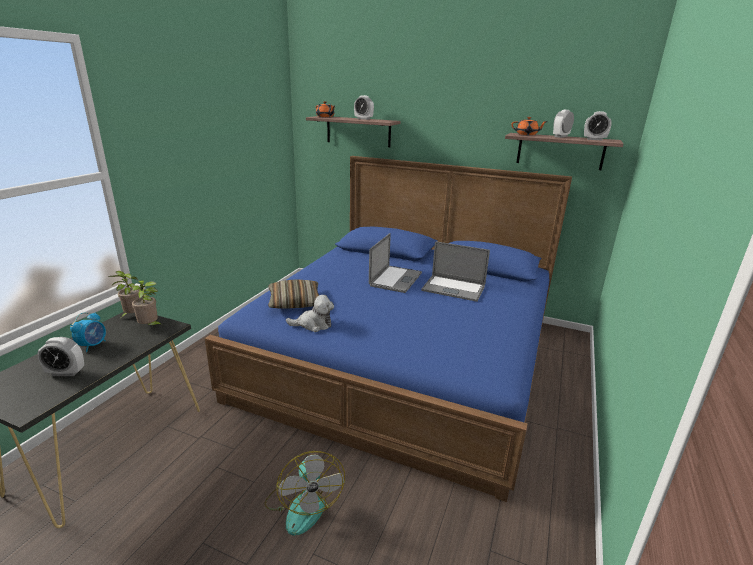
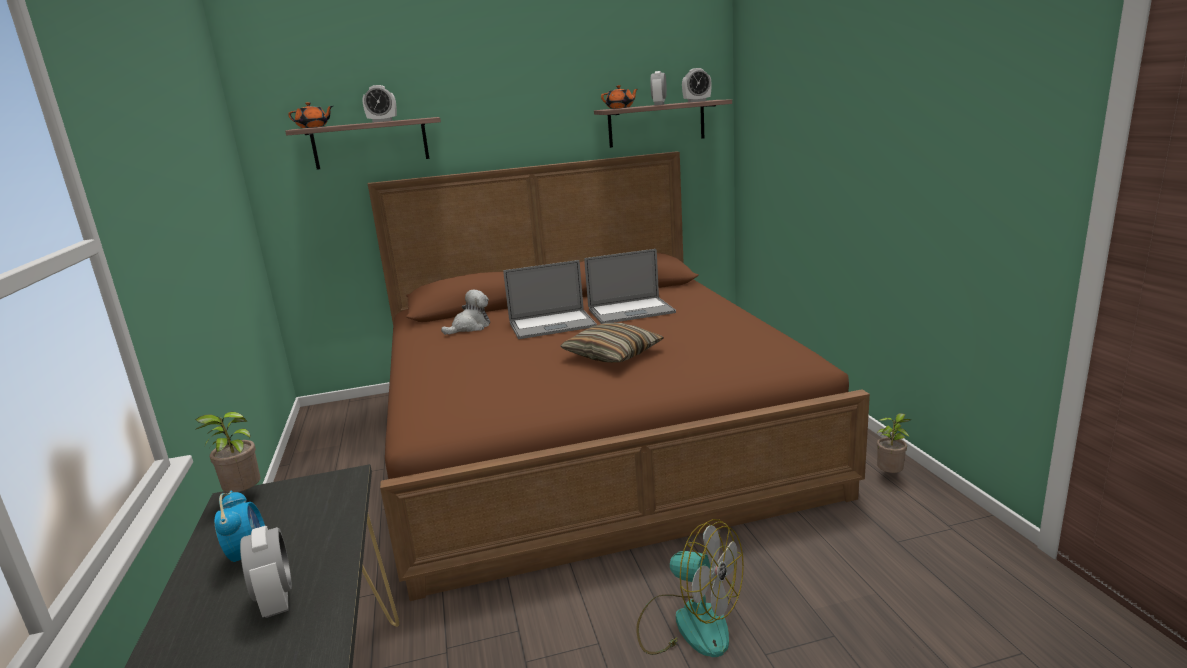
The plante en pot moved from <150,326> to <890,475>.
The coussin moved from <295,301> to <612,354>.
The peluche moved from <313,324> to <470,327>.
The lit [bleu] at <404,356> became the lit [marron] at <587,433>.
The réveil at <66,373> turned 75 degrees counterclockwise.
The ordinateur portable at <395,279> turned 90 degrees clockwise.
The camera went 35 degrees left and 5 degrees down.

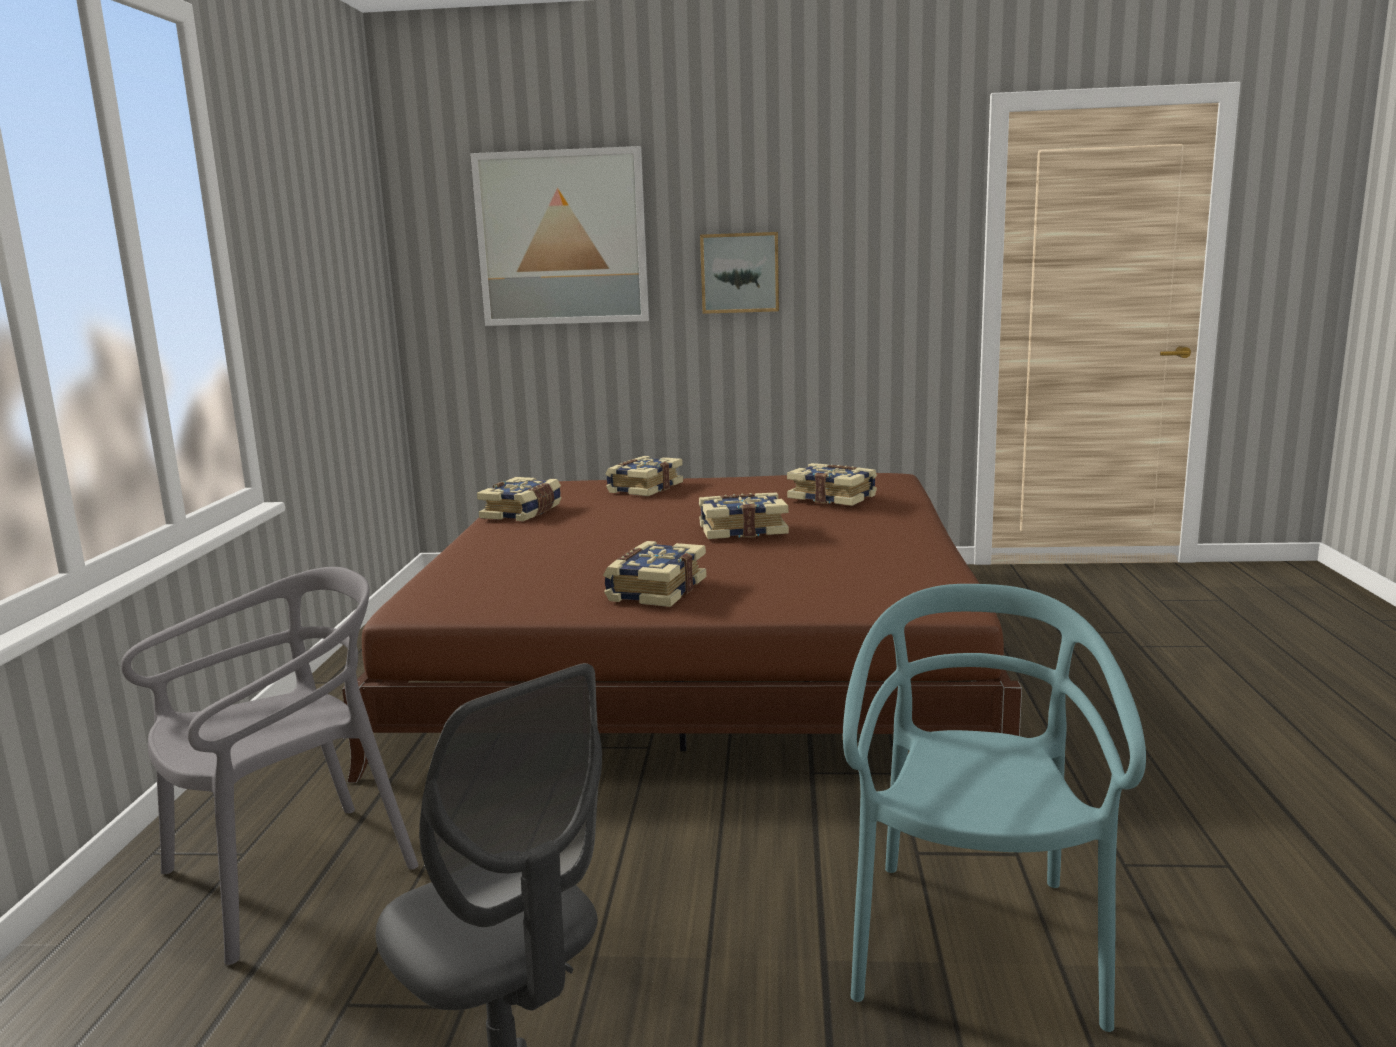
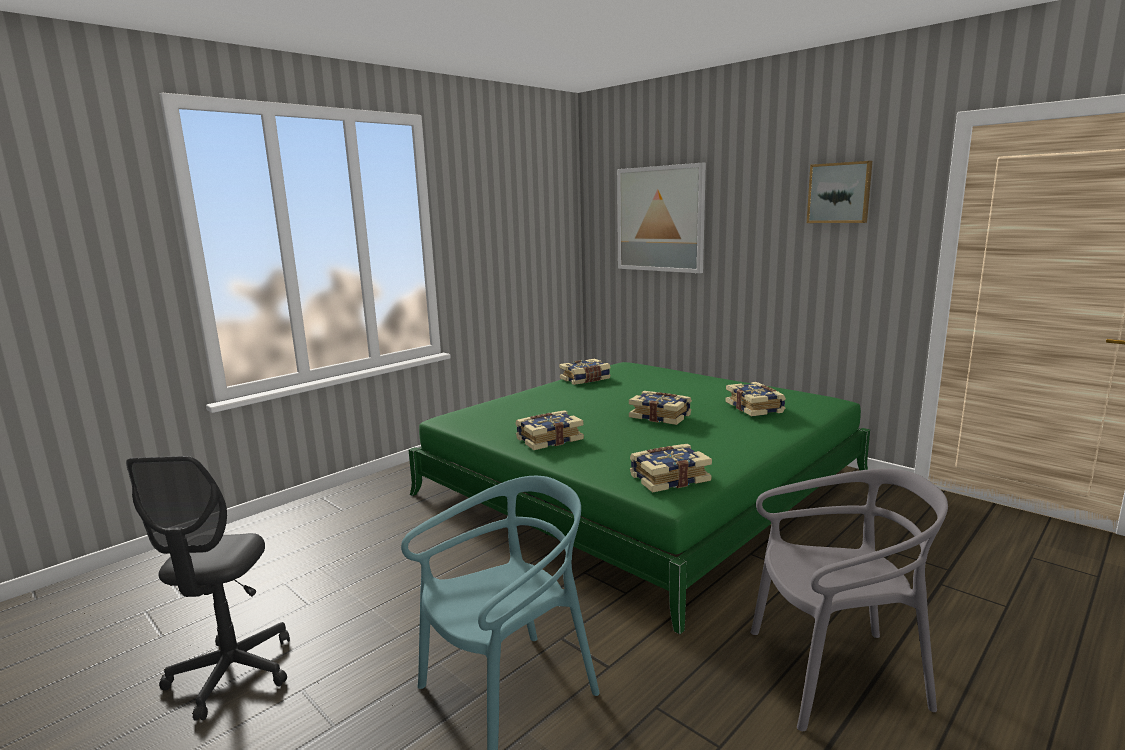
The chaise [gris] moved from <289,876> to <835,674>.
The livre moved from <644,488> to <668,478>.
The tableau moved from <740,272> to <839,193>.
The lit [marron] at <700,651> became the lit [vert] at <640,484>.
The camera went 40 degrees right and 0 degrees up.

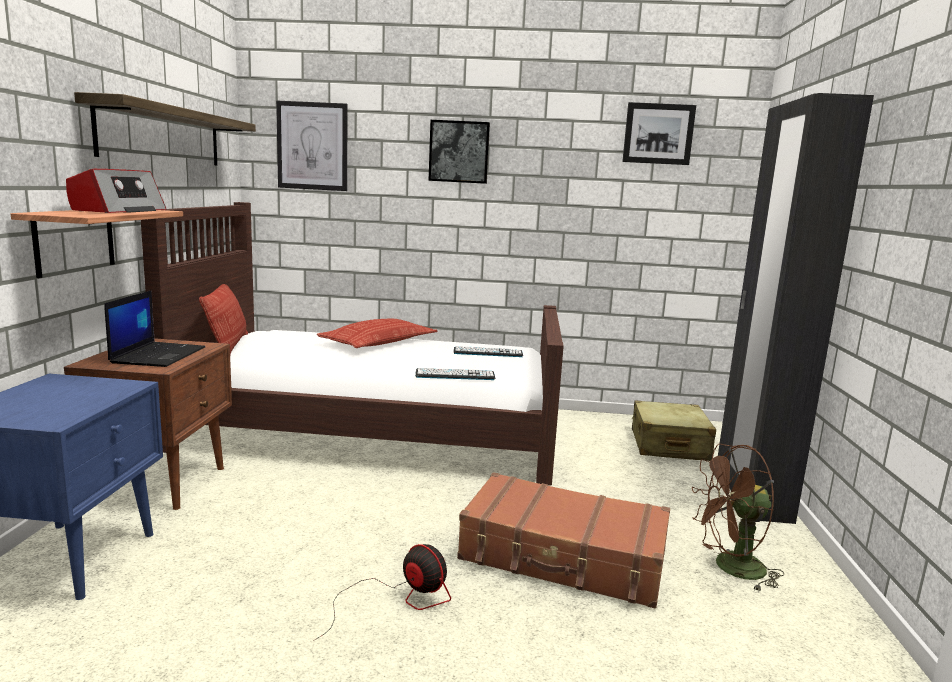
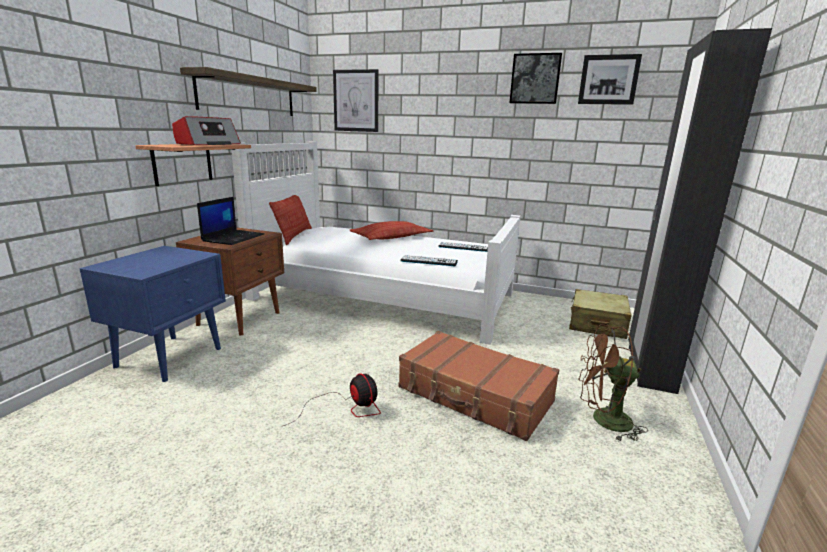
The tableau moved from <459,152> to <535,79>.
The lit [marron] at <373,430> became the lit [blanc] at <383,296>.
The camera went 15 degrees right and 5 degrees up.

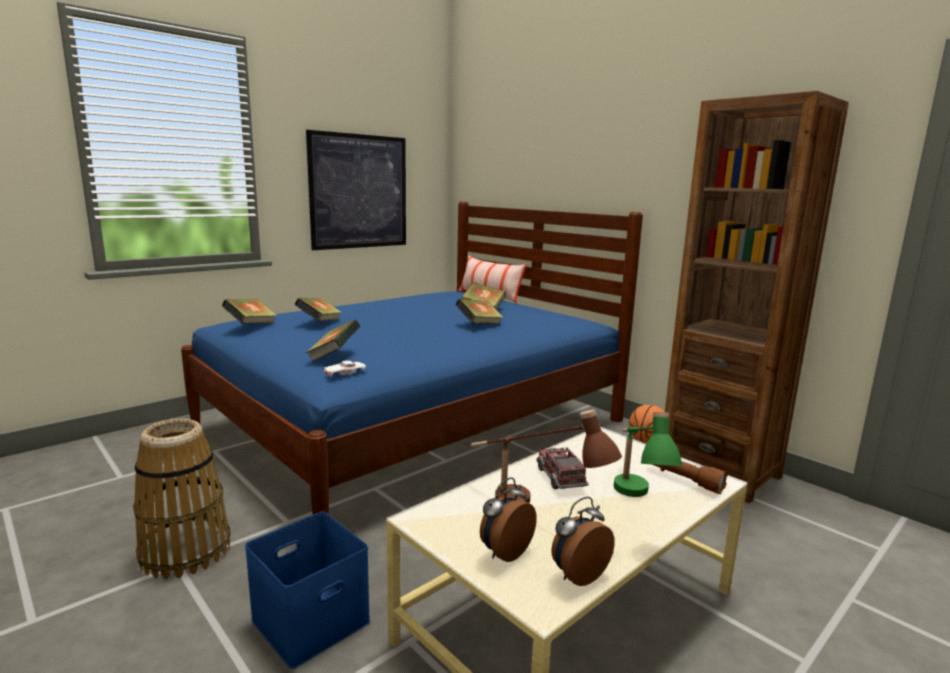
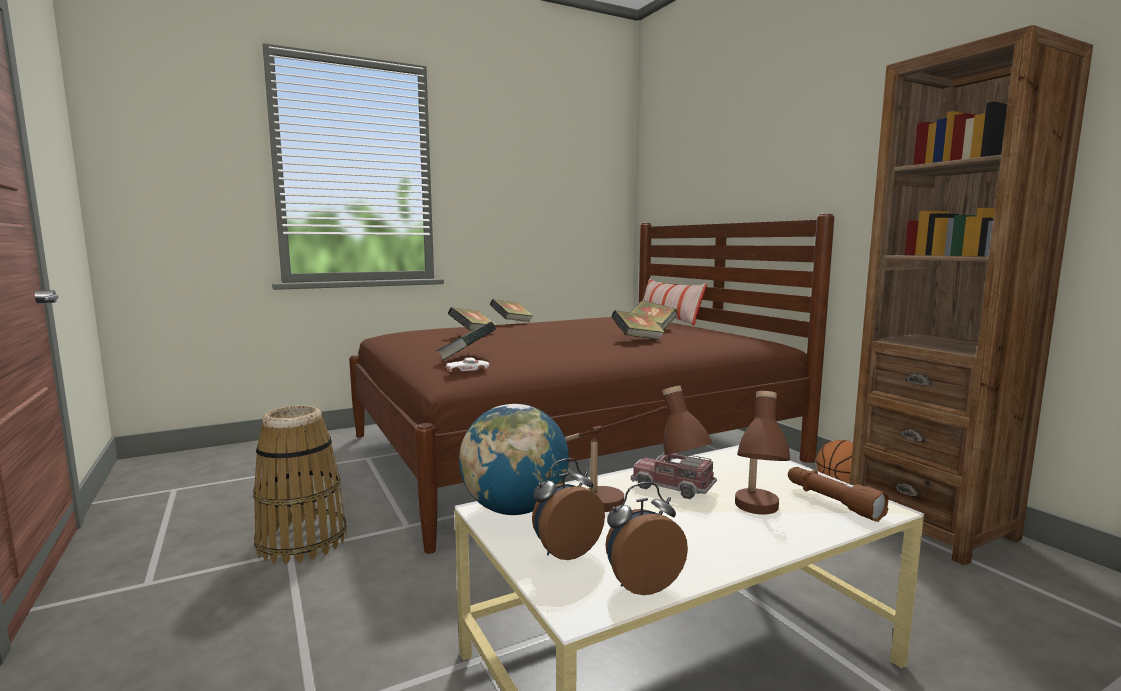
The boîte de rangement [bleu] at <311,618> disappeared.
The tableau at <359,192> disappeared.
The globe at <515,509> appeared.
The livre moved from <251,325> to <512,323>.
The lit [bleu] at <414,423> became the lit [marron] at <571,448>.
The lampe de table [vert] at <636,501> became the lampe de table [marron] at <756,519>.
The camion jouet at <560,477> turned 60 degrees counterclockwise.
The camera went 15 degrees right and 5 degrees down.

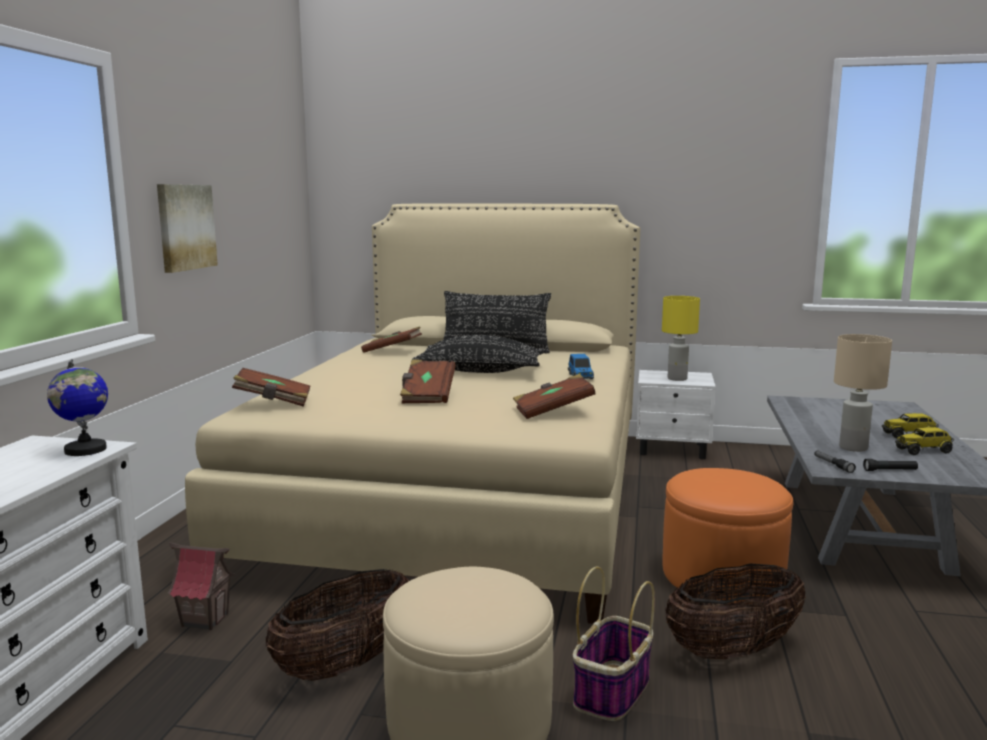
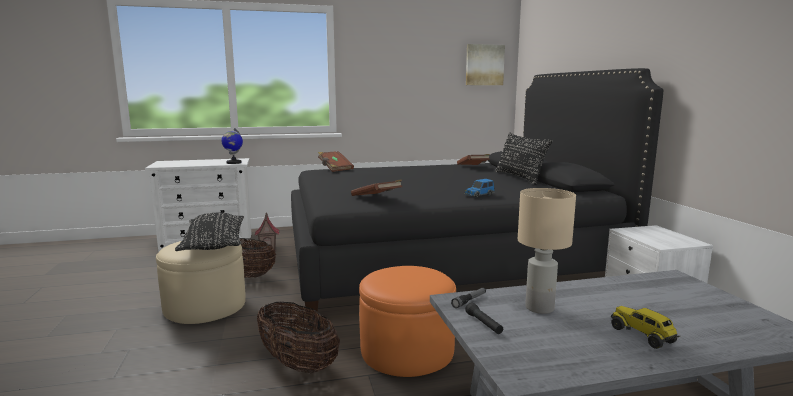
The livre [marron] at <427,396> disappeared.
The panier at <612,692> disappeared.
The lampe de table [jaune] at <677,378> disappeared.
The camion jouet at <923,451> disappeared.
The tableau moved from <185,227> to <484,65>.
The coussin [noir] moved from <480,371> to <214,244>.
The lit [beige] at <460,495> became the lit [noir] at <445,260>.
The camera went 65 degrees right and 0 degrees up.

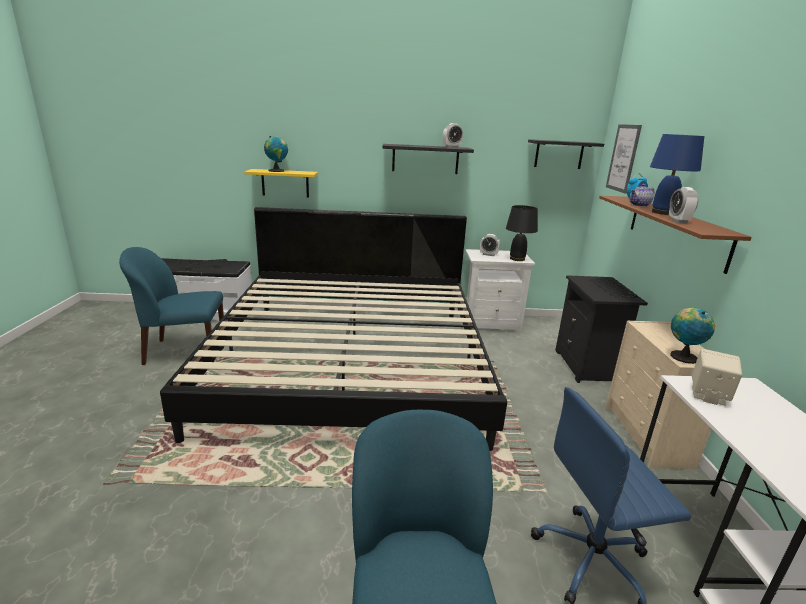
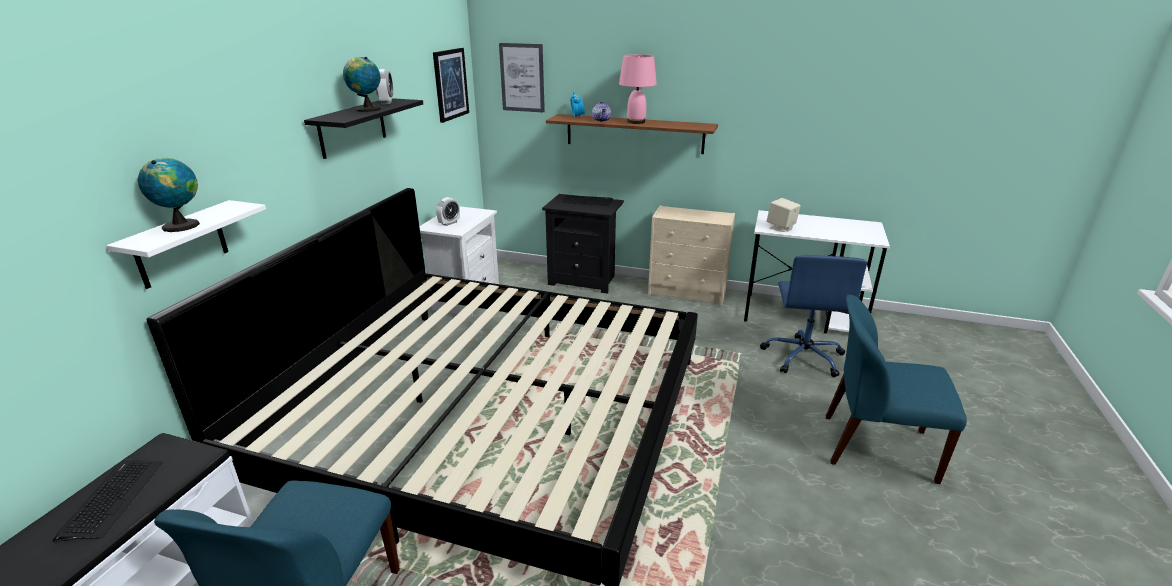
The lampe de table [noir] at <517,259> disappeared.
The réveil at <678,221> disappeared.
The globe moved from <682,356> to <366,109>.
The étagère [noir] at <559,154> was replaced by the tableau at <450,84>.
The étagère [jaune] at <285,183> became the étagère [blanc] at <181,245>.
The lampe de table [bleu] at <663,213> became the lampe de table [rose] at <636,122>.
The camera went 70 degrees left and 5 degrees up.

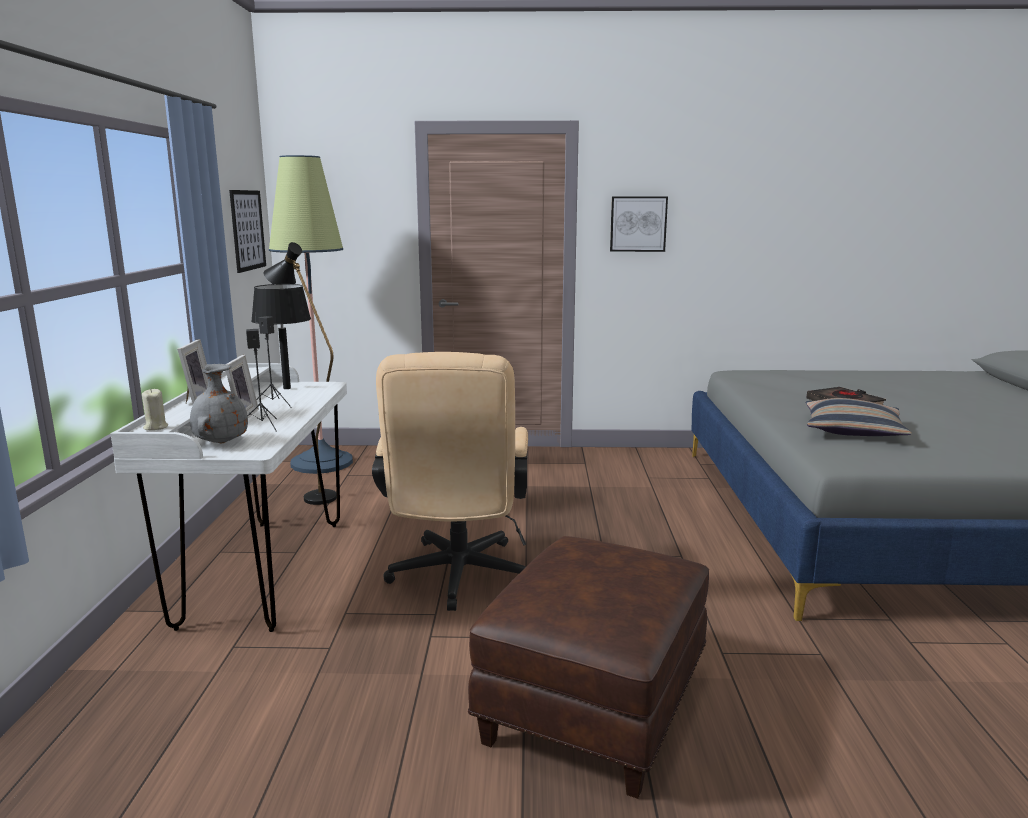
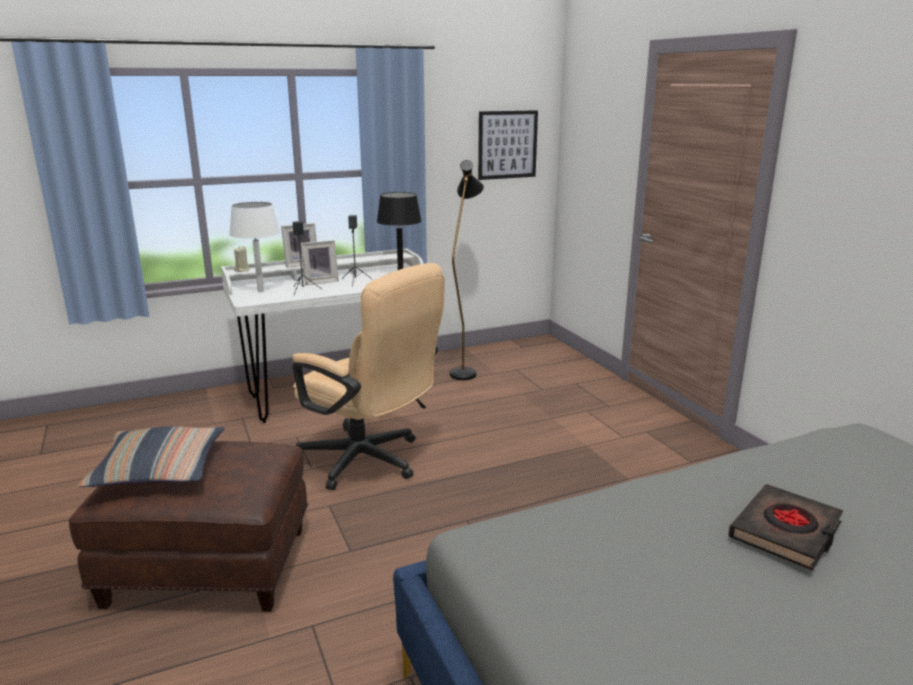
The lampadaire at <322,463> disappeared.
The tableau at <638,224> disappeared.
The coussin moved from <852,430> to <159,470>.
The vase [gris] at <220,443> was replaced by the lampe de table [blanc] at <260,291>.
The chaise de bureau [beige] at <457,579> turned 120 degrees counterclockwise.
The camera went 65 degrees right and 5 degrees up.

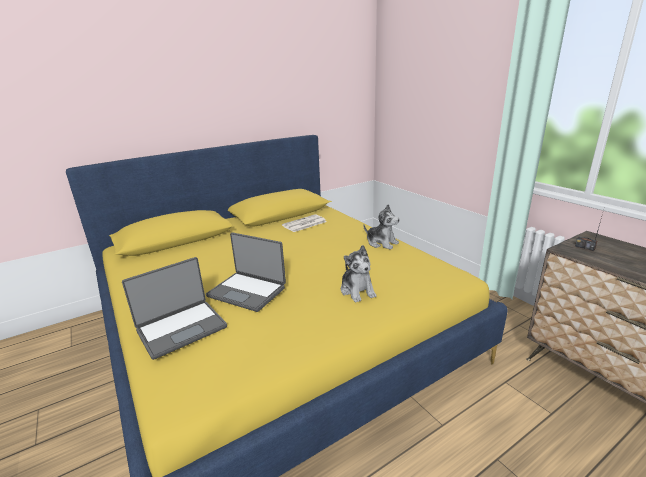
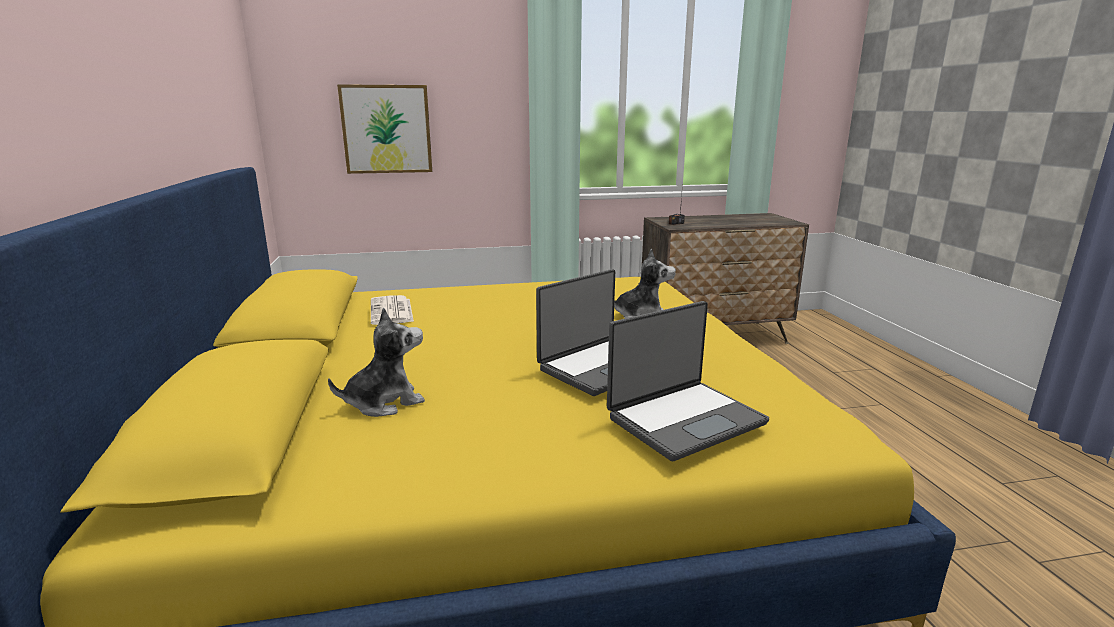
The tableau at <386,129> appeared.
The peluche moved from <381,243> to <384,402>.
The ordinateur portable at <181,328> turned 75 degrees clockwise.
The camera went 70 degrees left and 5 degrees down.

